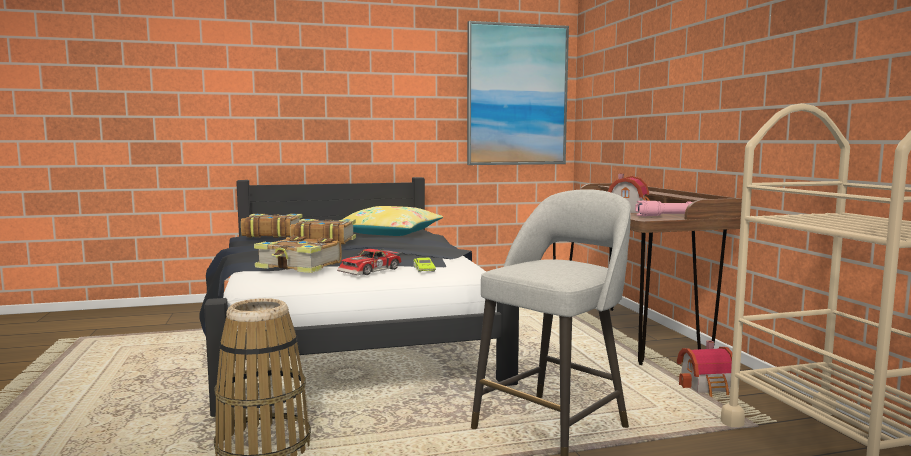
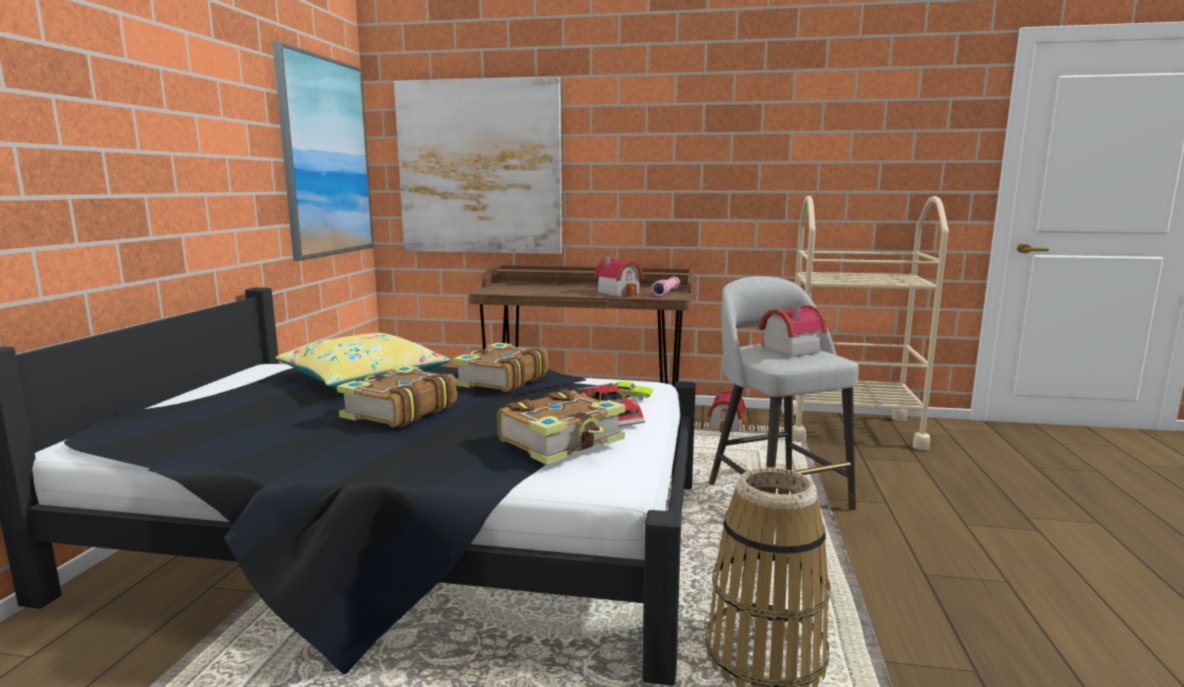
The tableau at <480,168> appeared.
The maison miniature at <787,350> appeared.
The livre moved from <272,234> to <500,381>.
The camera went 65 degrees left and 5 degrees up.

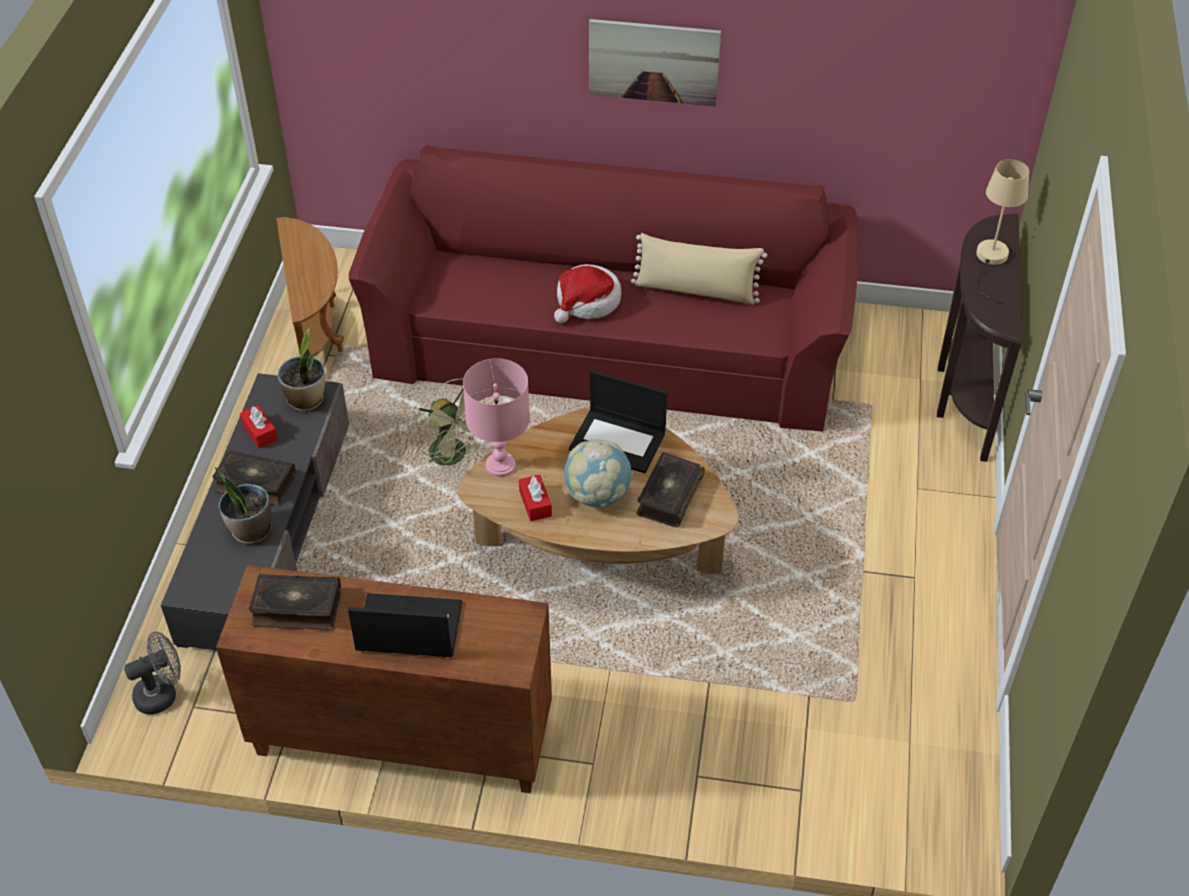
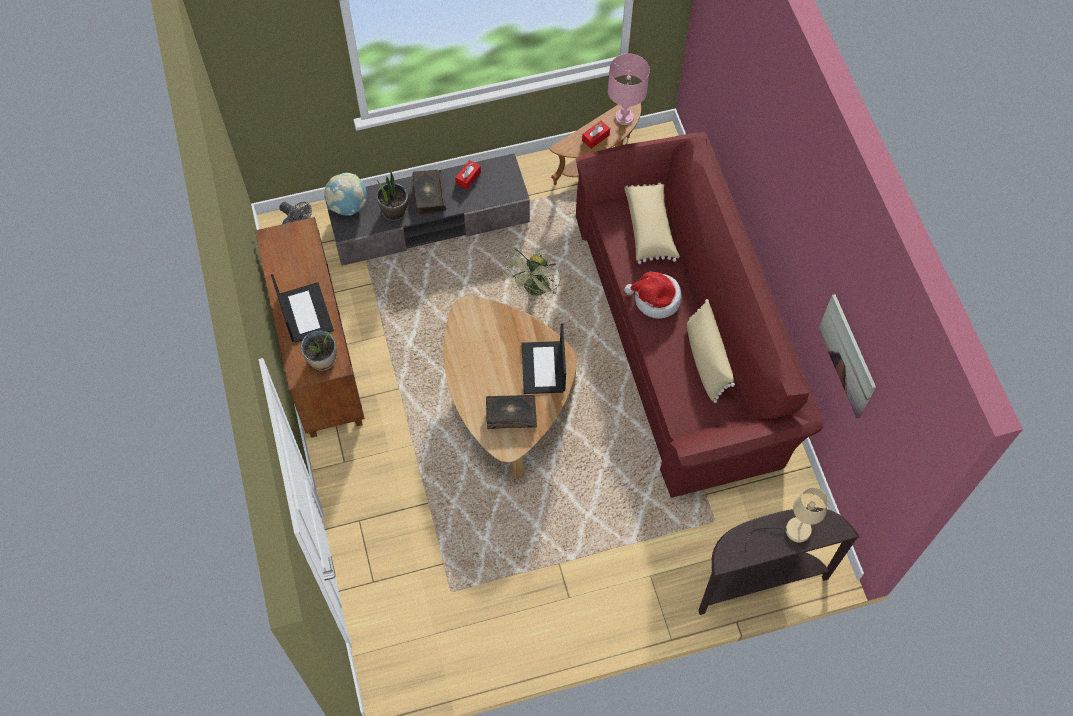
The livre at <297,608> disappeared.
The coussin [beige] at <650,228> appeared.
The plante en pot moved from <306,400> to <322,359>.
The lampe de table [rose] moved from <501,465> to <624,117>.
The boîte à mouchoirs [rouge] moved from <535,503> to <595,138>.
The globe moved from <597,495> to <348,206>.
The tableau moved from <653,62> to <847,356>.
The camera went 65 degrees right and 15 degrees up.

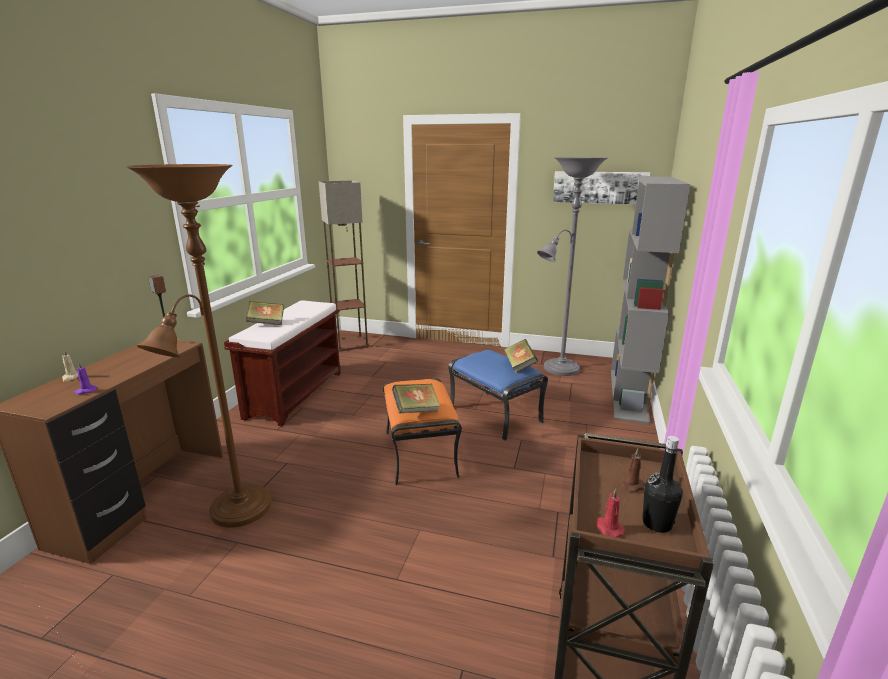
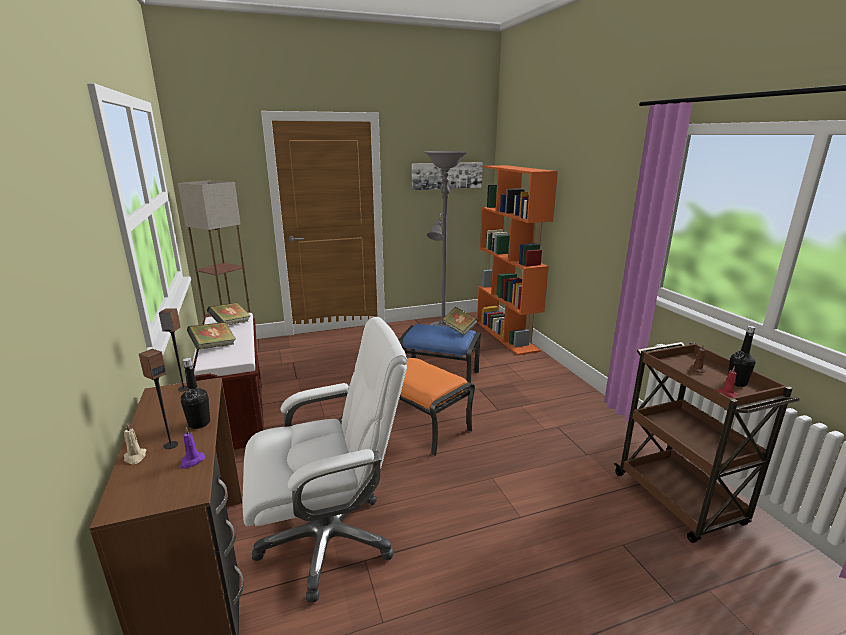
The enceinte at <170,445> appeared.
The bouteille [noir] at <199,423> appeared.
The livre moved from <416,410> to <231,324>.
The lampadaire [marron] at <236,513> was replaced by the chaise de bureau [blanc] at <329,539>.
The bibliothèque [gris] at <629,395> became the bibliothèque [orange] at <507,336>.
The camera went 35 degrees left and 0 degrees up.

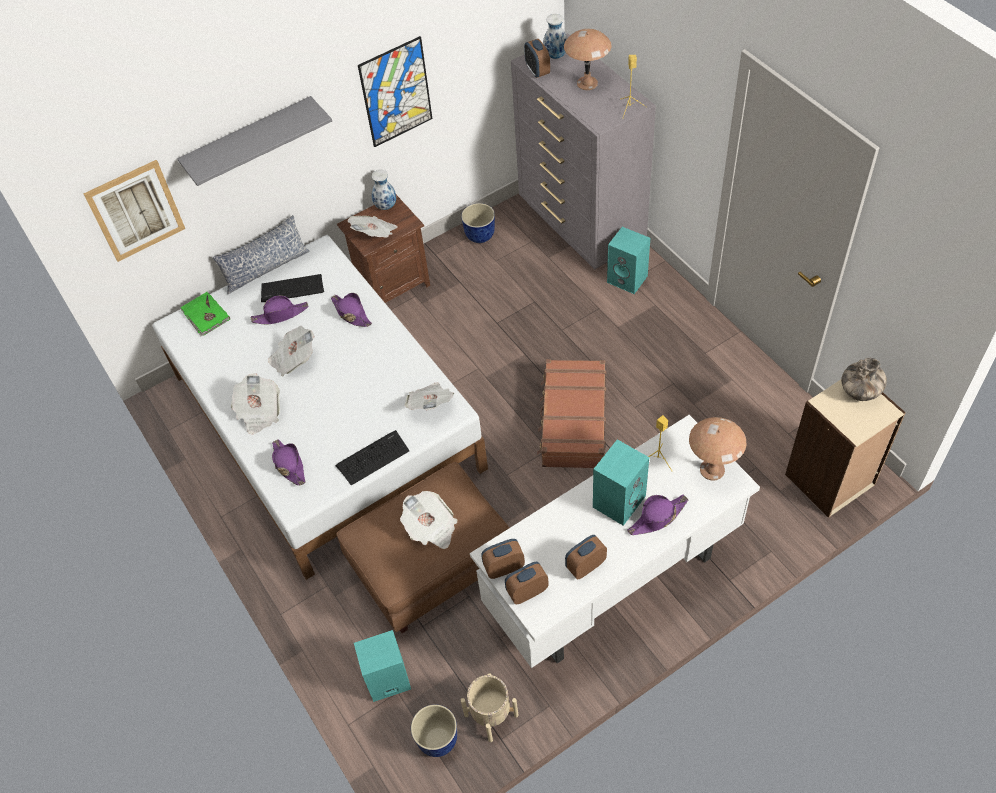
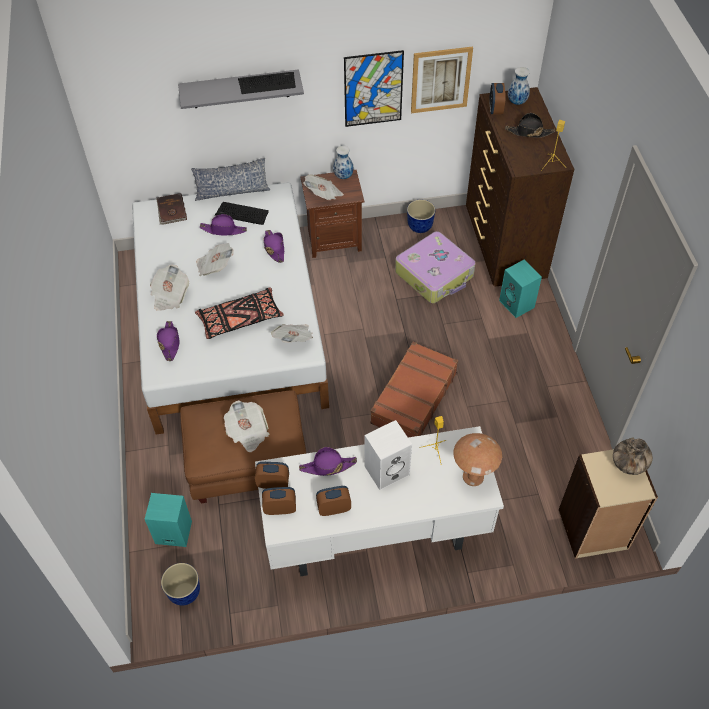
The cache-pot [beige] at <491,715> disappeared.
The coussin [noir] at <240,319> appeared.
The valise at <435,274> appeared.
The tableau moved from <135,211> to <440,80>.
The clavier moved from <373,458> to <267,83>.
The chapeau [violet] moved from <657,518> to <327,466>.
The lampe de table [marron] at <587,83> was replaced by the chapeau [noir] at <529,132>.
The livre [vert] at <205,316> became the livre [marron] at <171,210>.
The commode [gris] at <581,224> became the commode [marron] at <503,247>.
The enceinte [turquoise] at <619,500> became the enceinte [blanc] at <387,469>.
The camera went 20 degrees right and 0 degrees up.

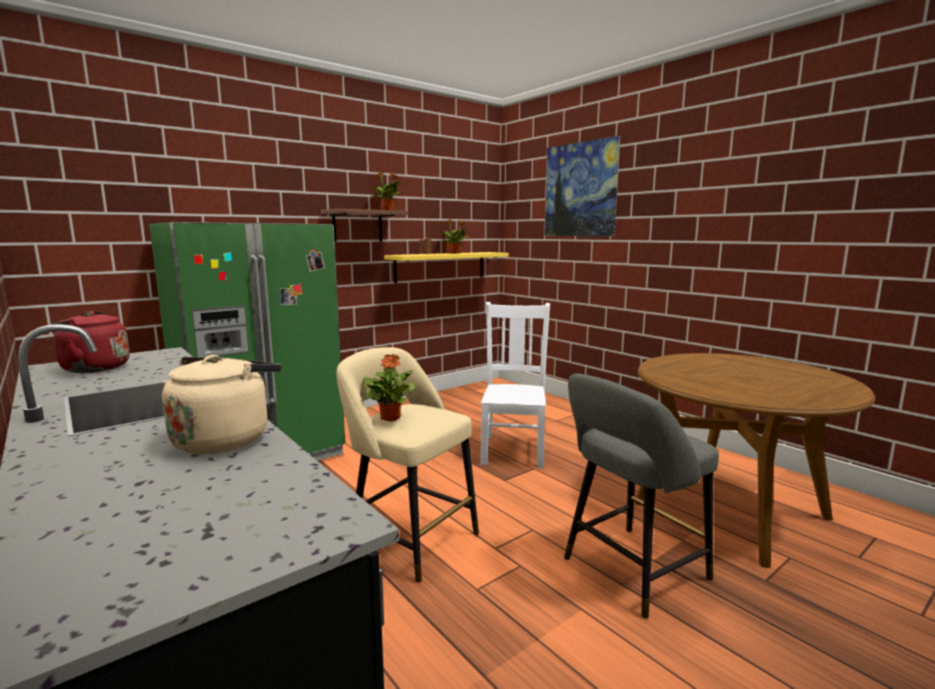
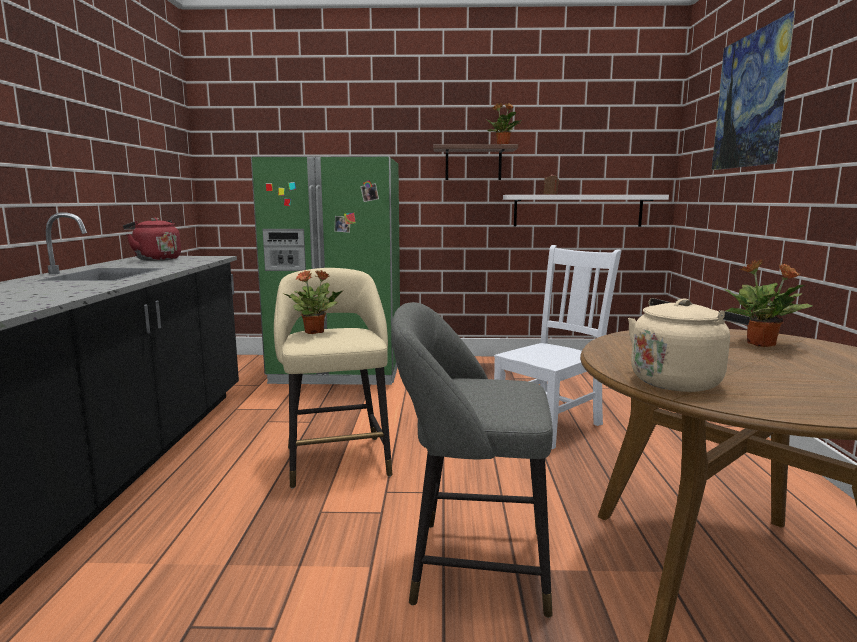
The bouilloire [beige] moved from <225,438> to <678,381>.
The plante en pot moved from <455,253> to <762,344>.
The étagère [jaune] at <440,266> became the étagère [blanc] at <577,210>.
The camera went 40 degrees right and 0 degrees up.

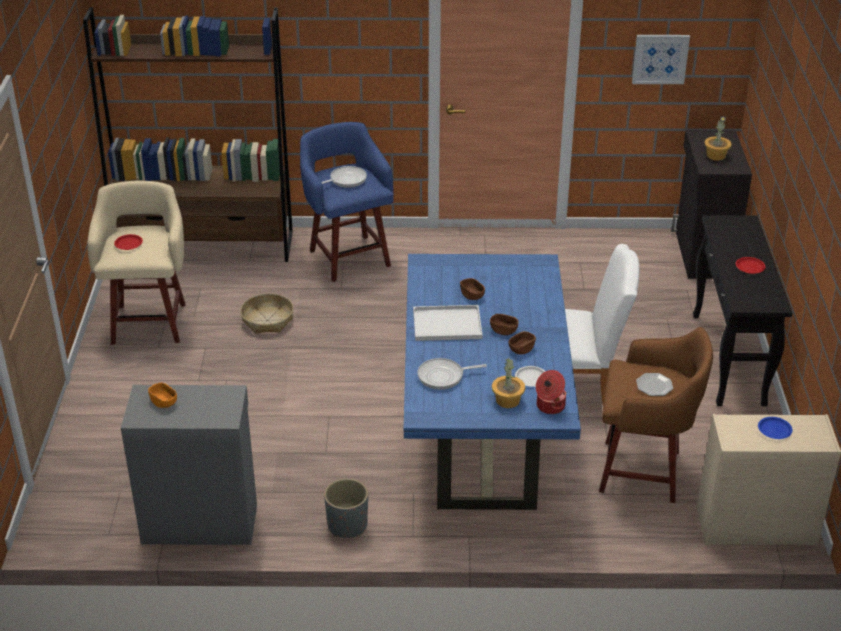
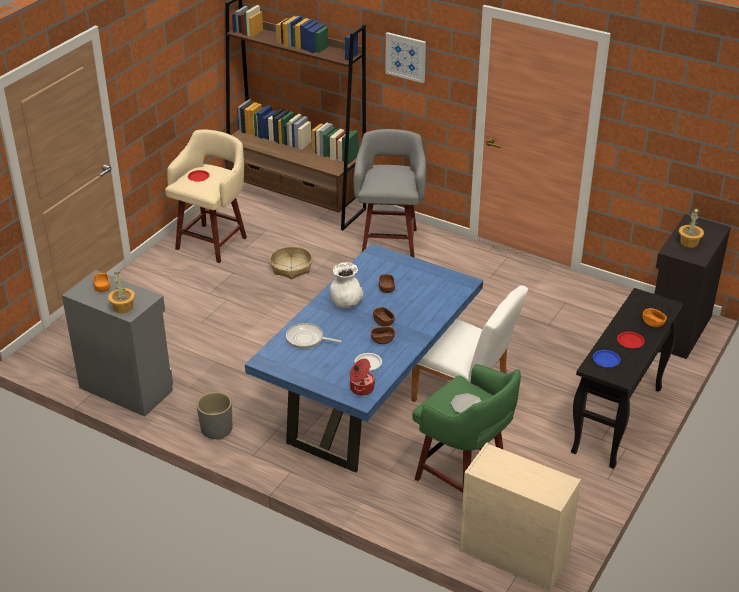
The poêle at <346,180> disappeared.
The bol [orange] at <653,323> appeared.
The plante en pot moved from <508,400> to <123,307>.
The tableau moved from <660,58> to <406,57>.
The assiette [bleu] moved from <774,430> to <605,360>.
The plateau [blanc] at <445,325> was replaced by the vase [blanc] at <346,303>.
The tabouret [bleu] at <348,256> became the tabouret [gris] at <389,240>.
The tabouret [marron] at <643,472> became the tabouret [vert] at <463,478>.
The camera went 30 degrees right and 0 degrees up.

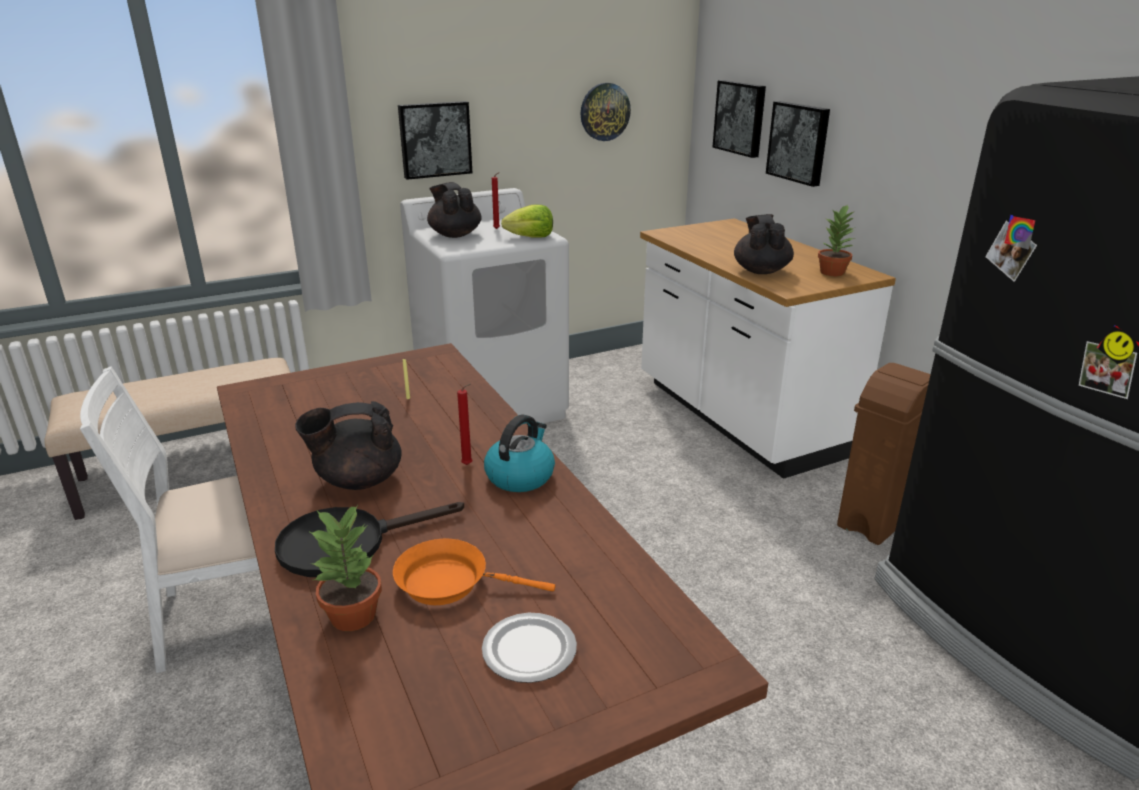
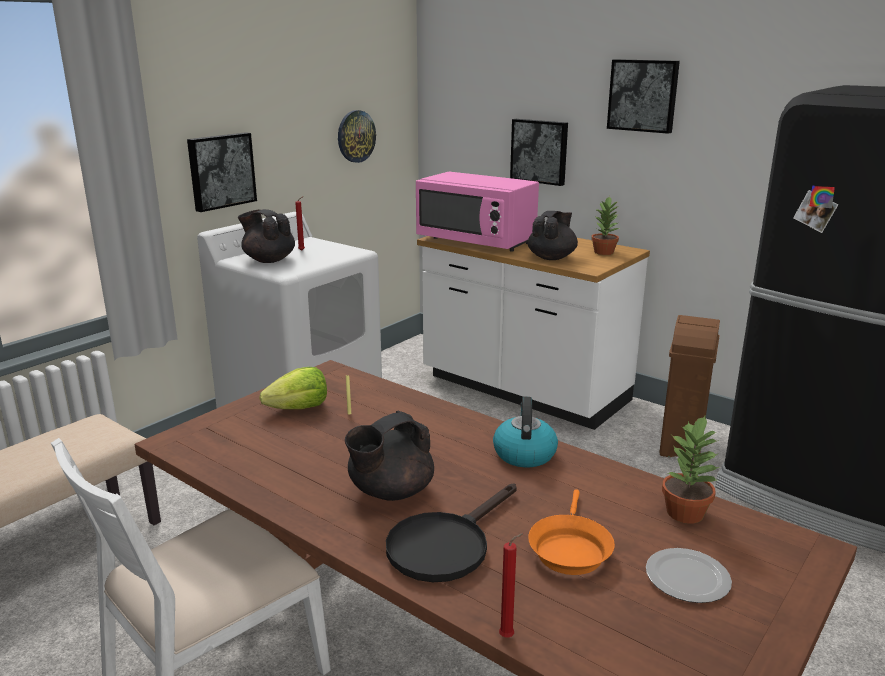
The micro-ondes [rose] at <477,241> appeared.
The plante en pot moved from <354,616> to <686,513>.
The bougie [rouge] moved from <469,465> to <509,636>.
The laitue moved from <531,237> to <299,408>.
The tableau moved from <741,118> to <643,95>.
The poêle [orange] at <450,582> turned 60 degrees counterclockwise.
The théière [noir] at <761,271> turned 60 degrees clockwise.
The camera went 25 degrees left and 5 degrees down.

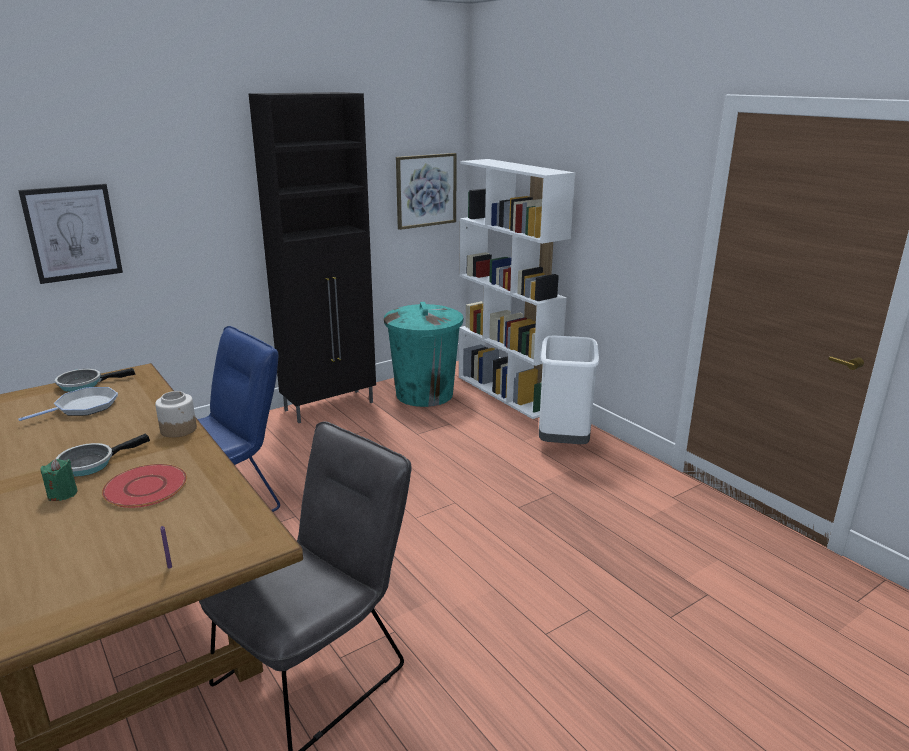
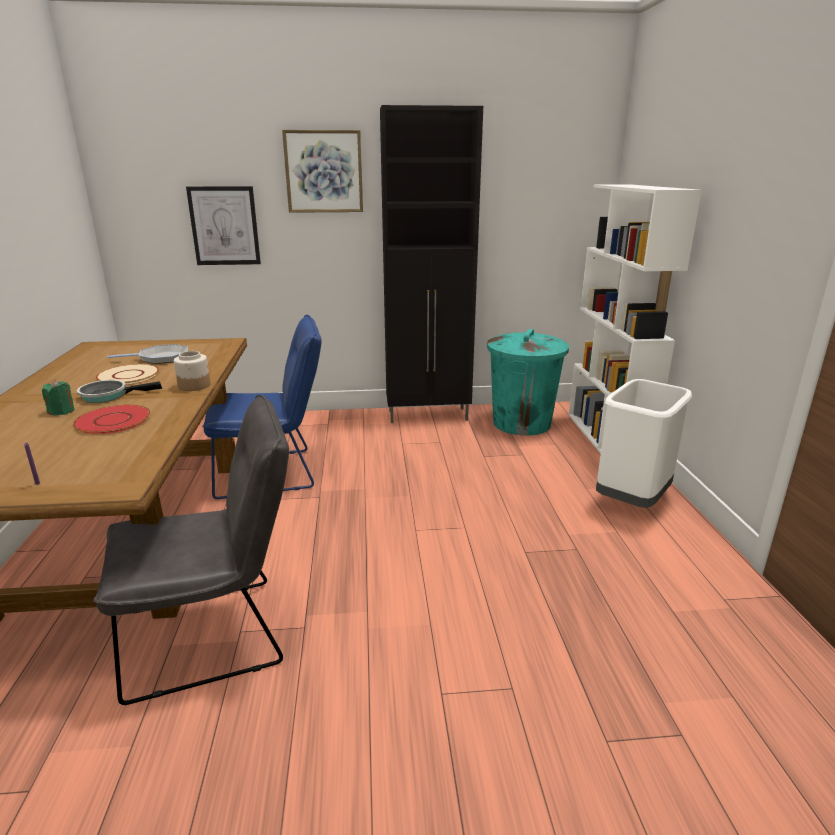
The poêle at <84,384> disappeared.
The assiette [beige] at <128,375> appeared.
The tableau moved from <426,190> to <324,172>.
The camera went 30 degrees right and 0 degrees up.

